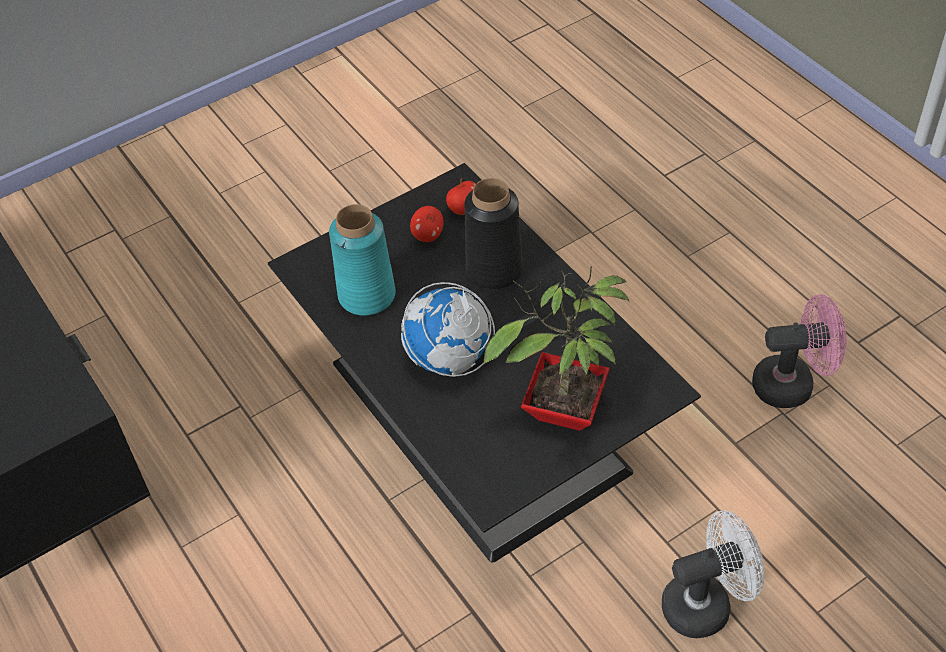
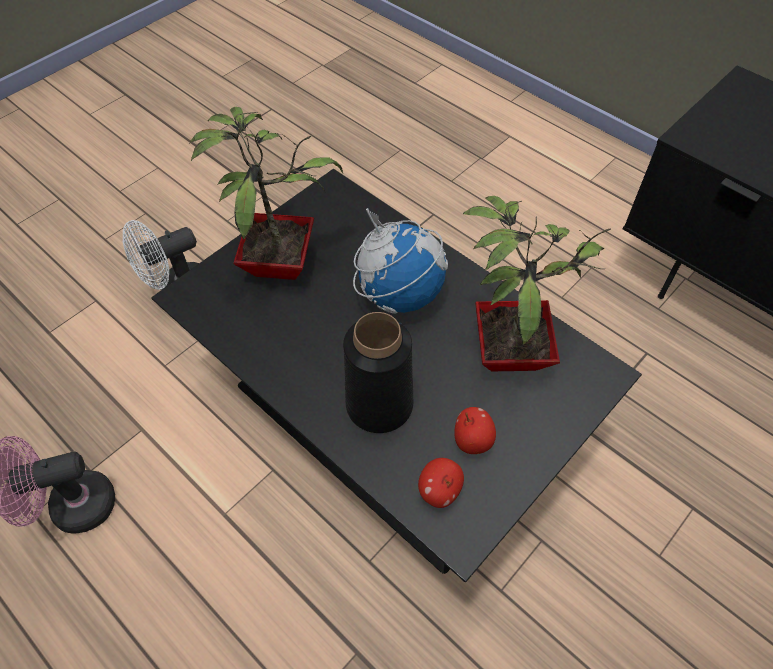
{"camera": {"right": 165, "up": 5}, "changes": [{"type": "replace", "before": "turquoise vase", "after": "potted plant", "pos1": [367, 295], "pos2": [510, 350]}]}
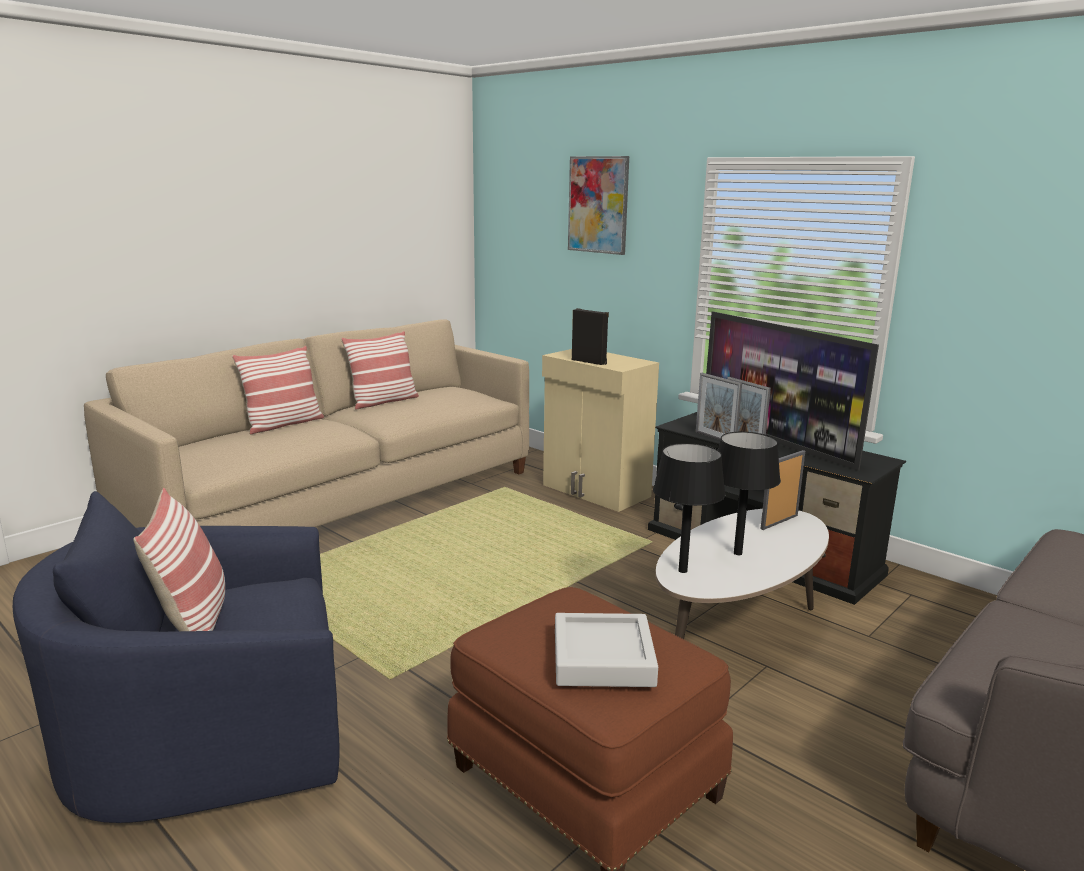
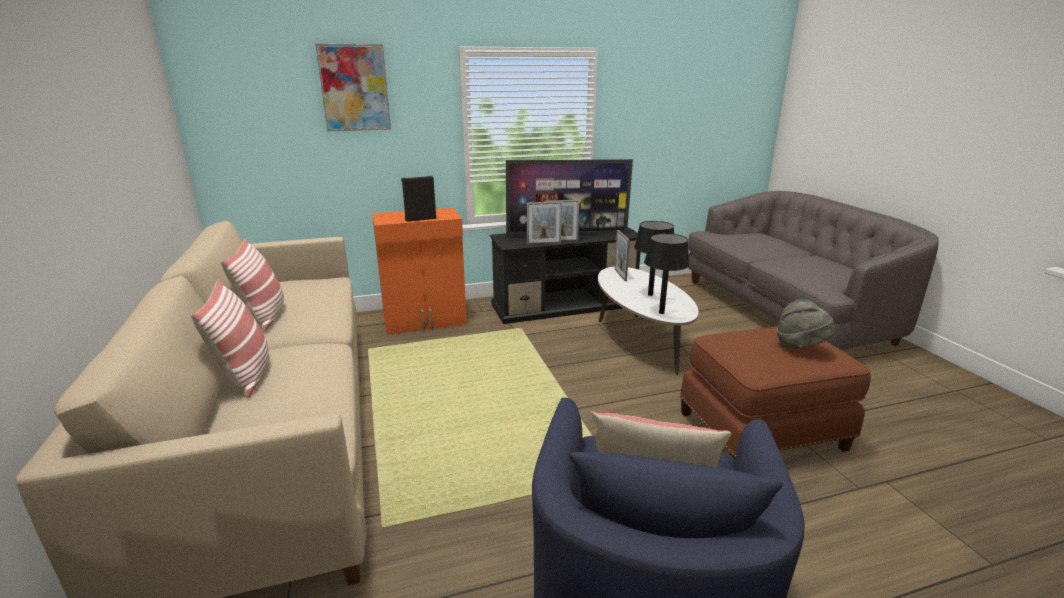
{"camera": {"right": -60, "up": 5}, "changes": [{"type": "recolor", "before": "beige cabinet", "after": "orange cabinet", "pos1": [595, 491], "pos2": [425, 321]}, {"type": "replace", "before": "grey tray", "after": "grey hat", "pos1": [603, 658], "pos2": [800, 347]}]}
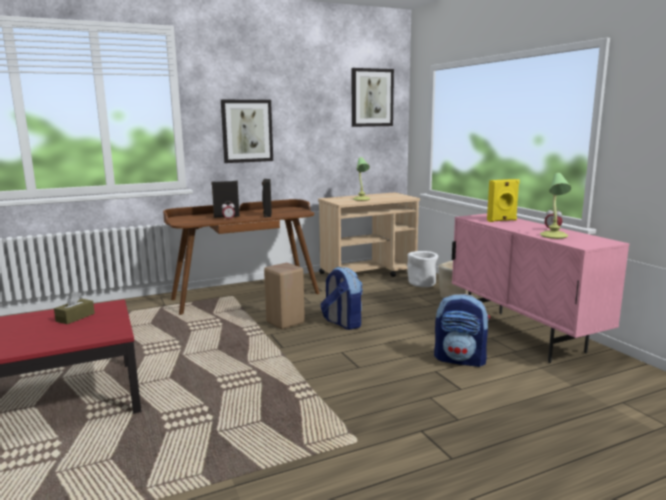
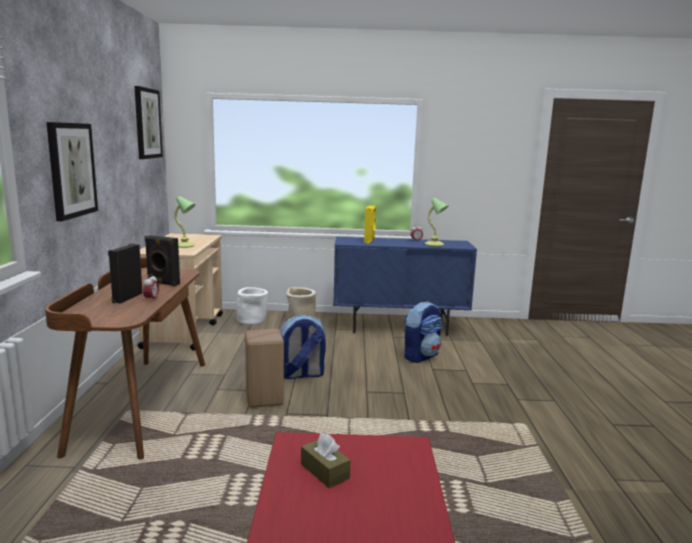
{"camera": {"right": -65, "up": 0}, "changes": [{"type": "recolor", "before": "pink cabinet", "after": "blue cabinet", "pos1": [522, 335], "pos2": [399, 328]}]}
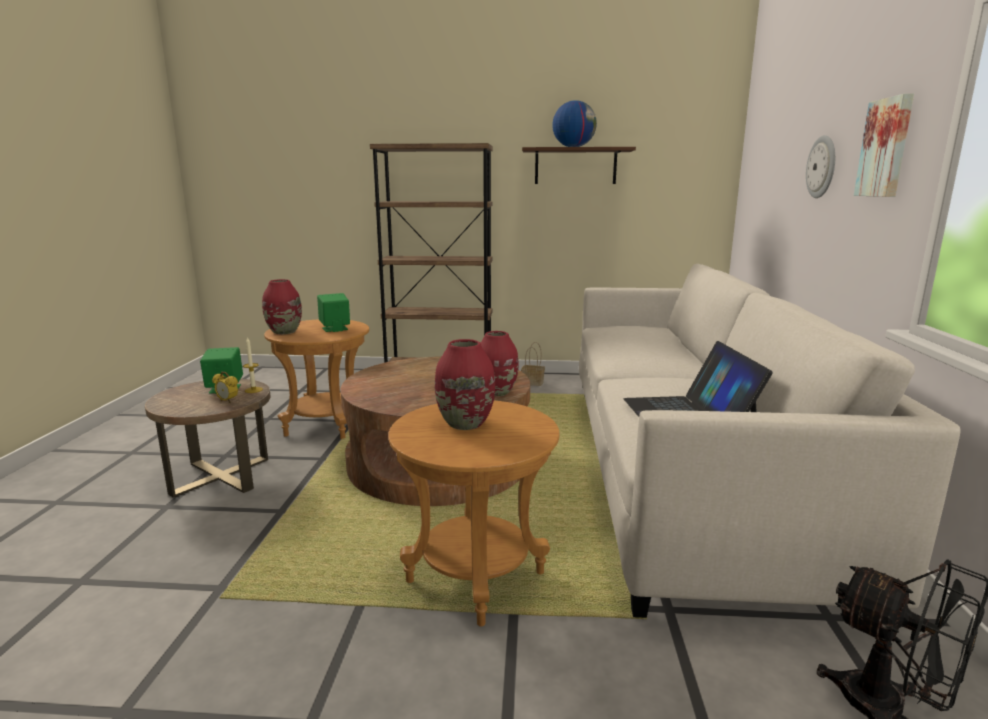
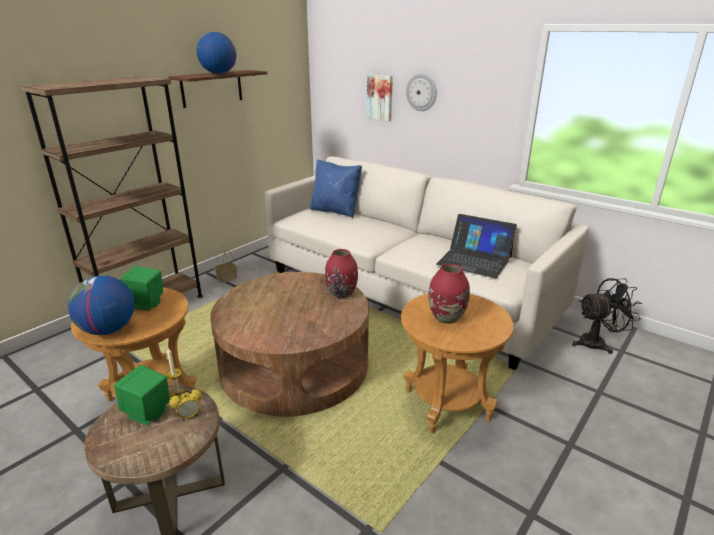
{"camera": {"right": -55, "up": 10}, "changes": [{"type": "move", "before": "picture", "pos1": [886, 148], "pos2": [380, 97]}, {"type": "replace", "before": "red vase", "after": "globe", "pos1": [284, 332], "pos2": [108, 330]}, {"type": "insert", "after": "blue pillow", "pos2": [335, 211]}]}
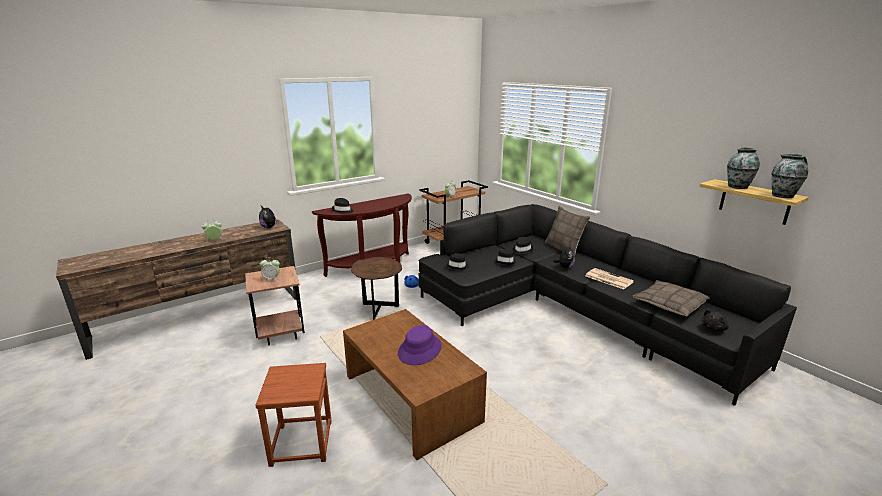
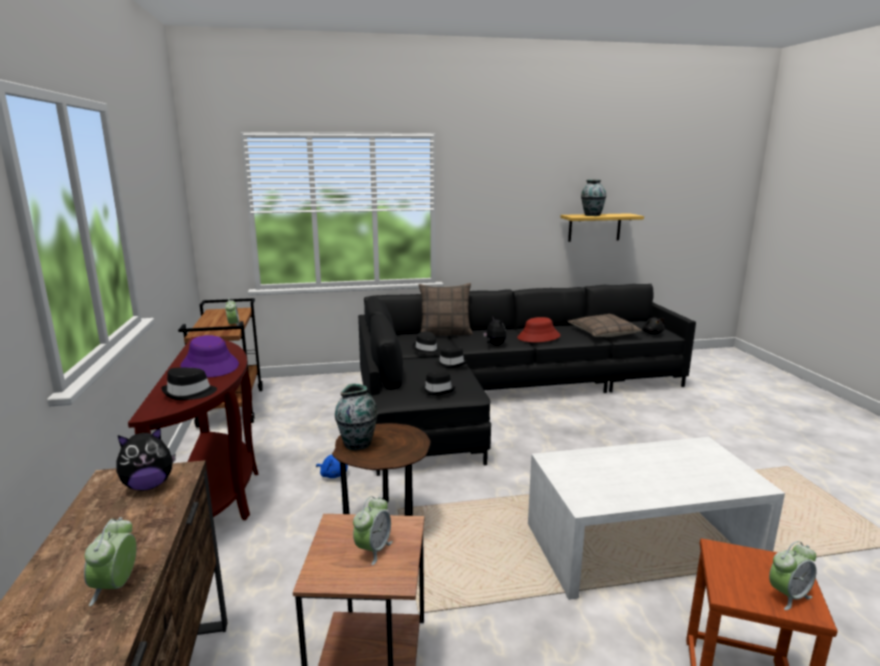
{"camera": {"right": -65, "up": -5}, "changes": [{"type": "move", "before": "vase", "pos1": [783, 196], "pos2": [358, 443]}, {"type": "replace", "before": "newspaper", "after": "red hat", "pos1": [608, 279], "pos2": [538, 337]}, {"type": "recolor", "before": "brown coffee table", "after": "white coffee table", "pos1": [411, 397], "pos2": [640, 545]}, {"type": "move", "before": "purple hat", "pos1": [420, 350], "pos2": [210, 366]}, {"type": "insert", "after": "alarm clock", "pos2": [788, 595]}]}
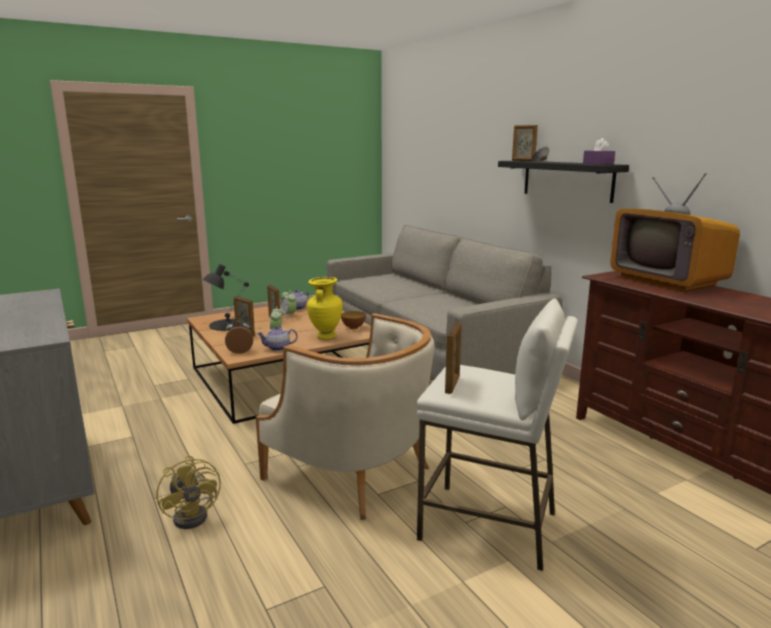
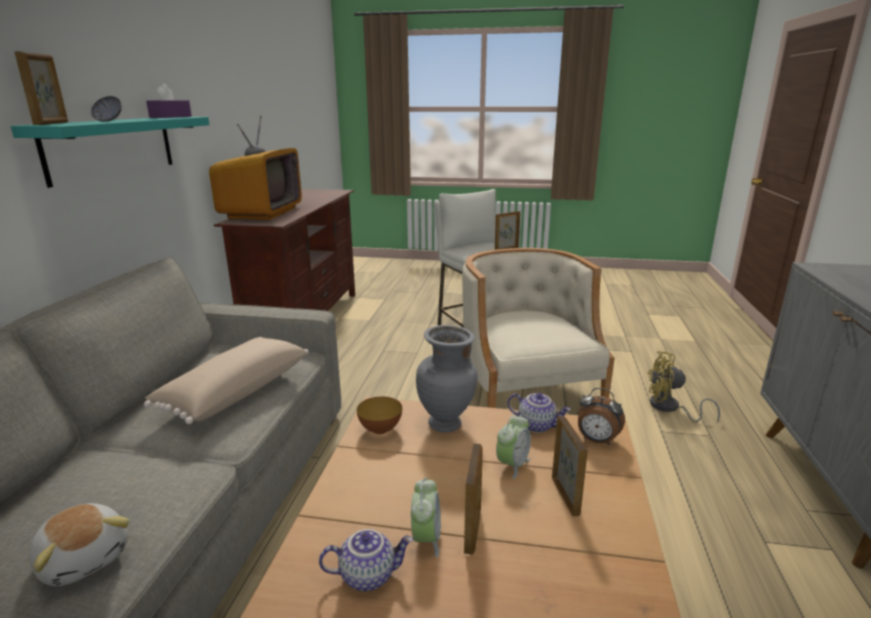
{"camera": {"right": -140, "up": 5}, "changes": [{"type": "recolor", "before": "black shelf", "after": "turquoise shelf", "pos1": [567, 180], "pos2": [112, 147]}, {"type": "delete", "before": "black table lamp", "pos1": [227, 325]}, {"type": "recolor", "before": "yellow vase", "after": "grey vase", "pos1": [325, 337], "pos2": [446, 425]}, {"type": "rotate", "before": "yellow fan", "pos1": [195, 514], "pos2": [669, 408], "turn": -90}, {"type": "insert", "after": "beige pillow", "pos2": [234, 391]}, {"type": "insert", "after": "plush toy", "pos2": [85, 558]}]}
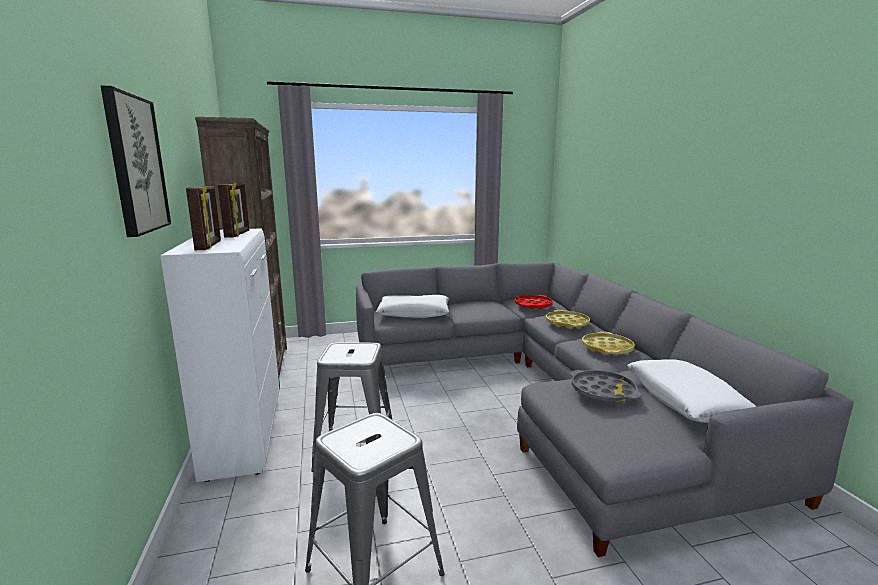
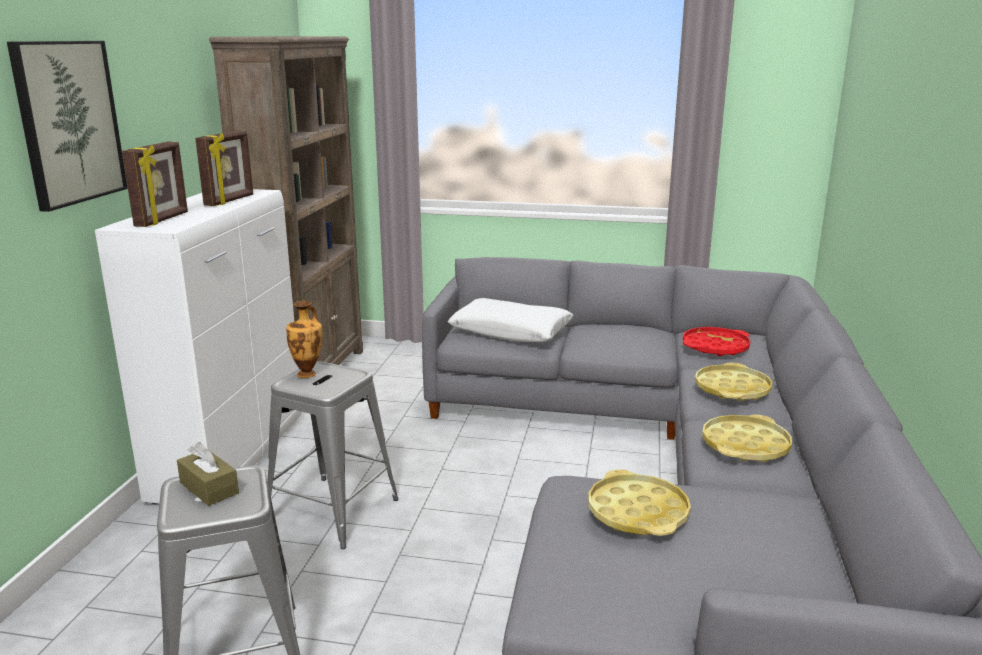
{"camera": {"right": 25, "up": 5}, "changes": [{"type": "delete", "before": "white pillow", "pos1": [685, 401]}, {"type": "recolor", "before": "grey tray", "after": "yellow tray", "pos1": [603, 391], "pos2": [638, 512]}, {"type": "insert", "after": "vase", "pos2": [308, 374]}, {"type": "insert", "after": "brown tissue box", "pos2": [209, 488]}]}
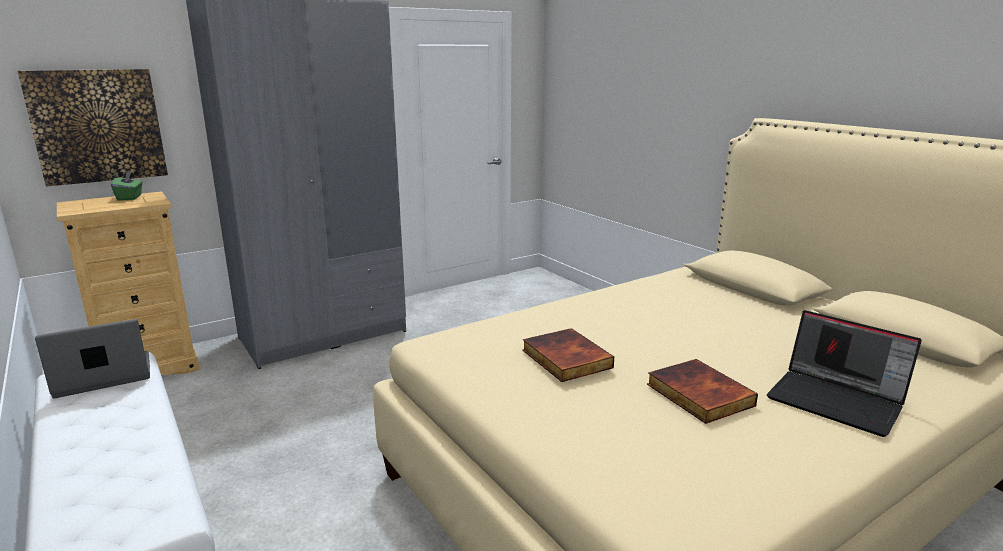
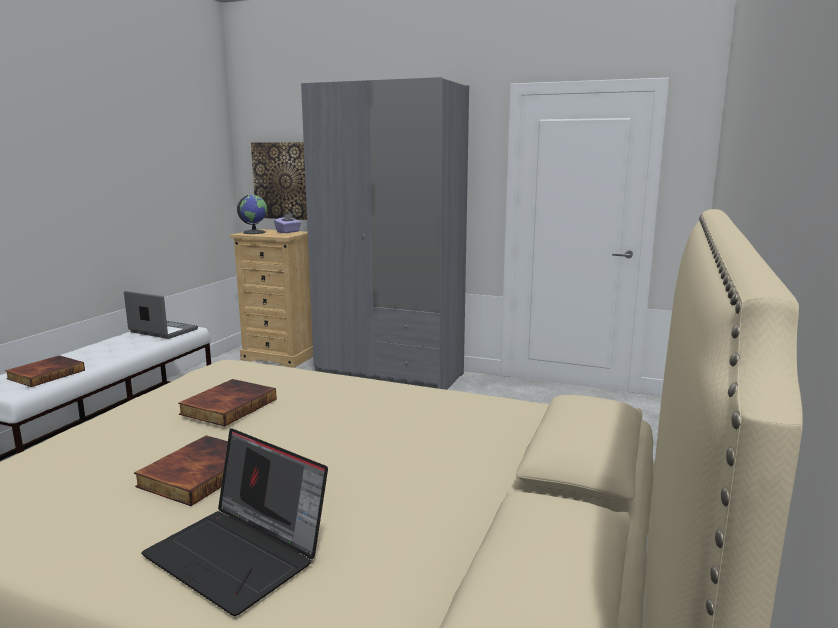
{"camera": {"right": 55, "up": -5}, "changes": [{"type": "recolor", "before": "green tissue box", "after": "purple tissue box", "pos1": [130, 197], "pos2": [288, 232]}, {"type": "rotate", "before": "laptop", "pos1": [837, 400], "pos2": [240, 555], "turn": -60}, {"type": "insert", "after": "globe", "pos2": [254, 232]}, {"type": "insert", "after": "book", "pos2": [46, 374]}]}
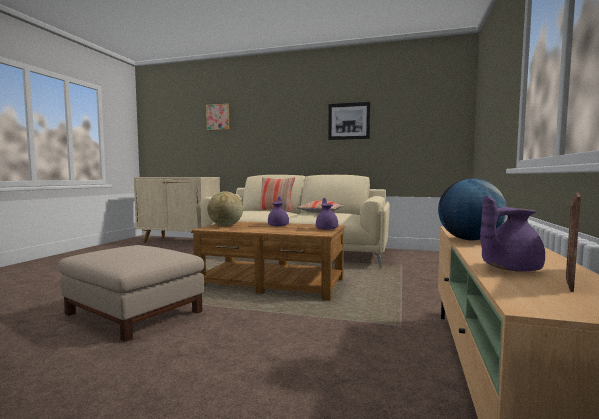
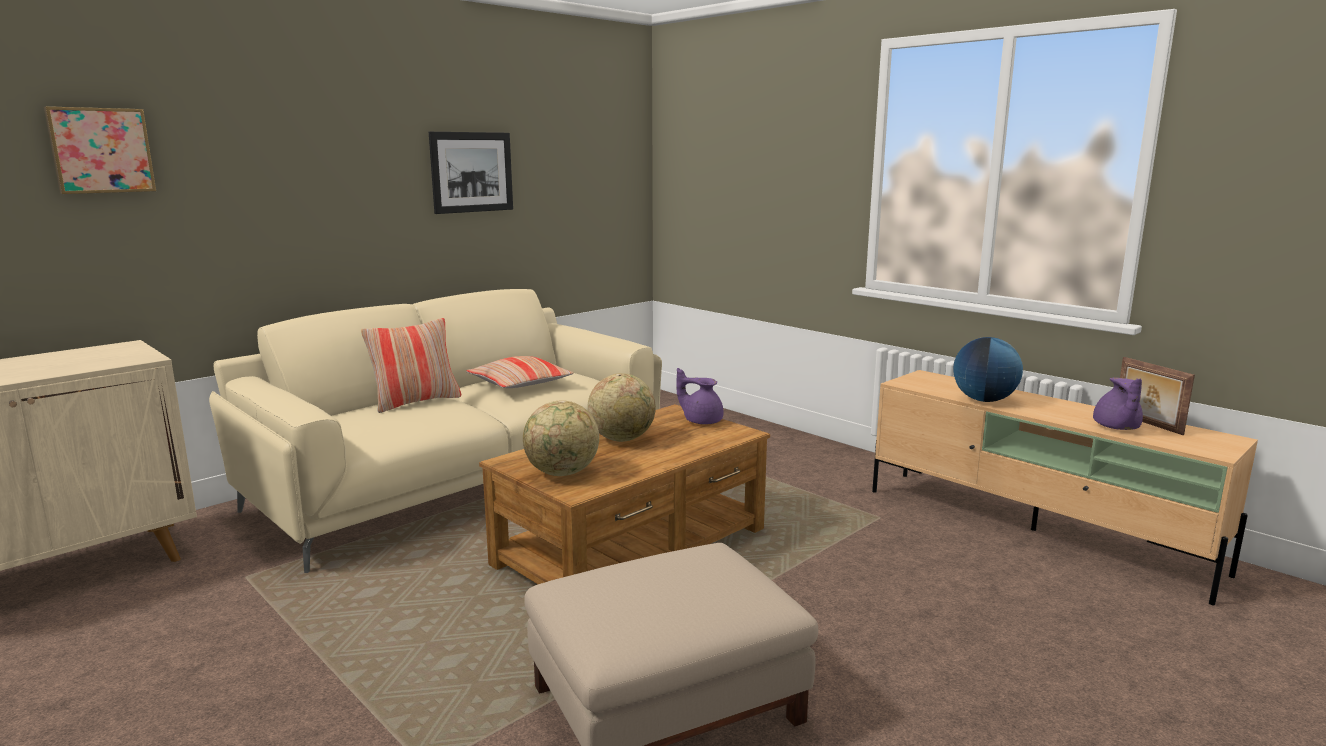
{"camera": {"right": -60, "up": 10}, "changes": [{"type": "replace", "before": "purple teapot", "after": "globe", "pos1": [278, 225], "pos2": [622, 439]}]}
